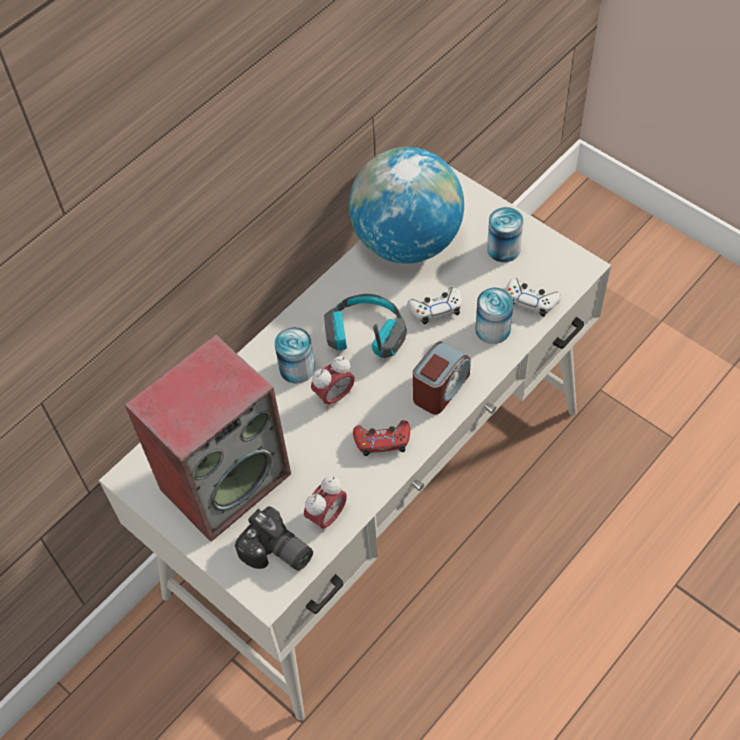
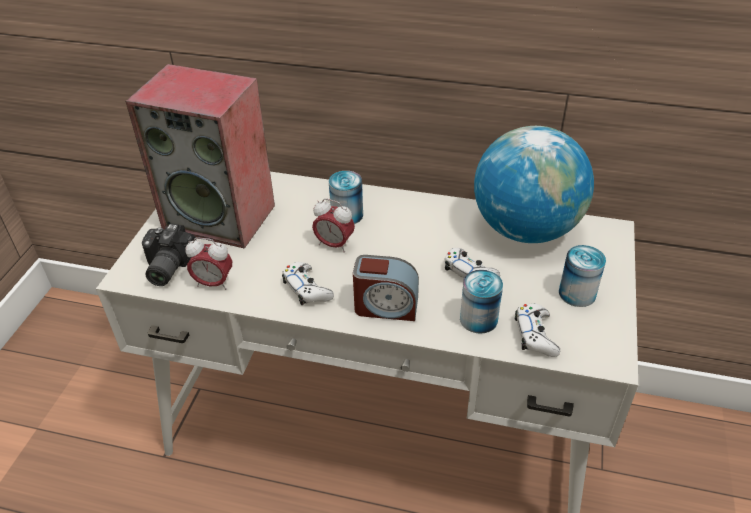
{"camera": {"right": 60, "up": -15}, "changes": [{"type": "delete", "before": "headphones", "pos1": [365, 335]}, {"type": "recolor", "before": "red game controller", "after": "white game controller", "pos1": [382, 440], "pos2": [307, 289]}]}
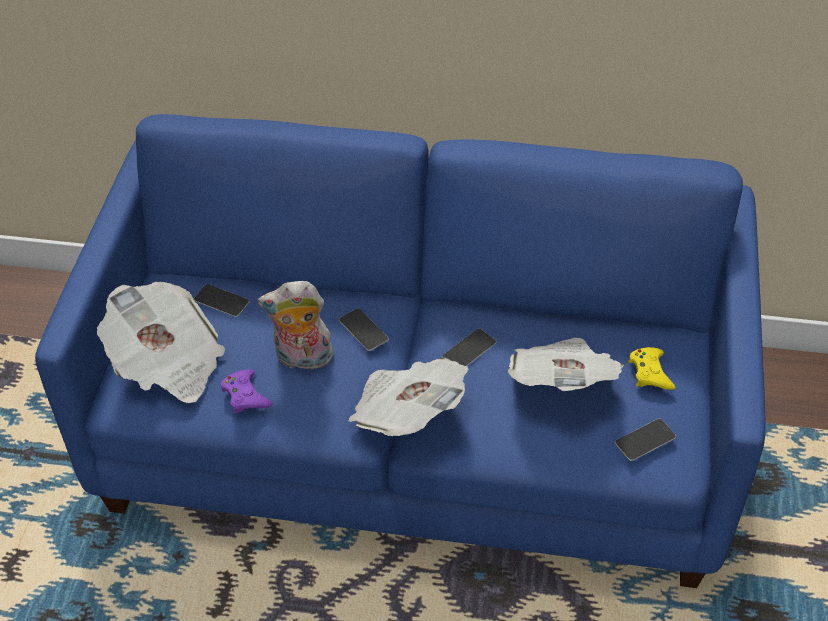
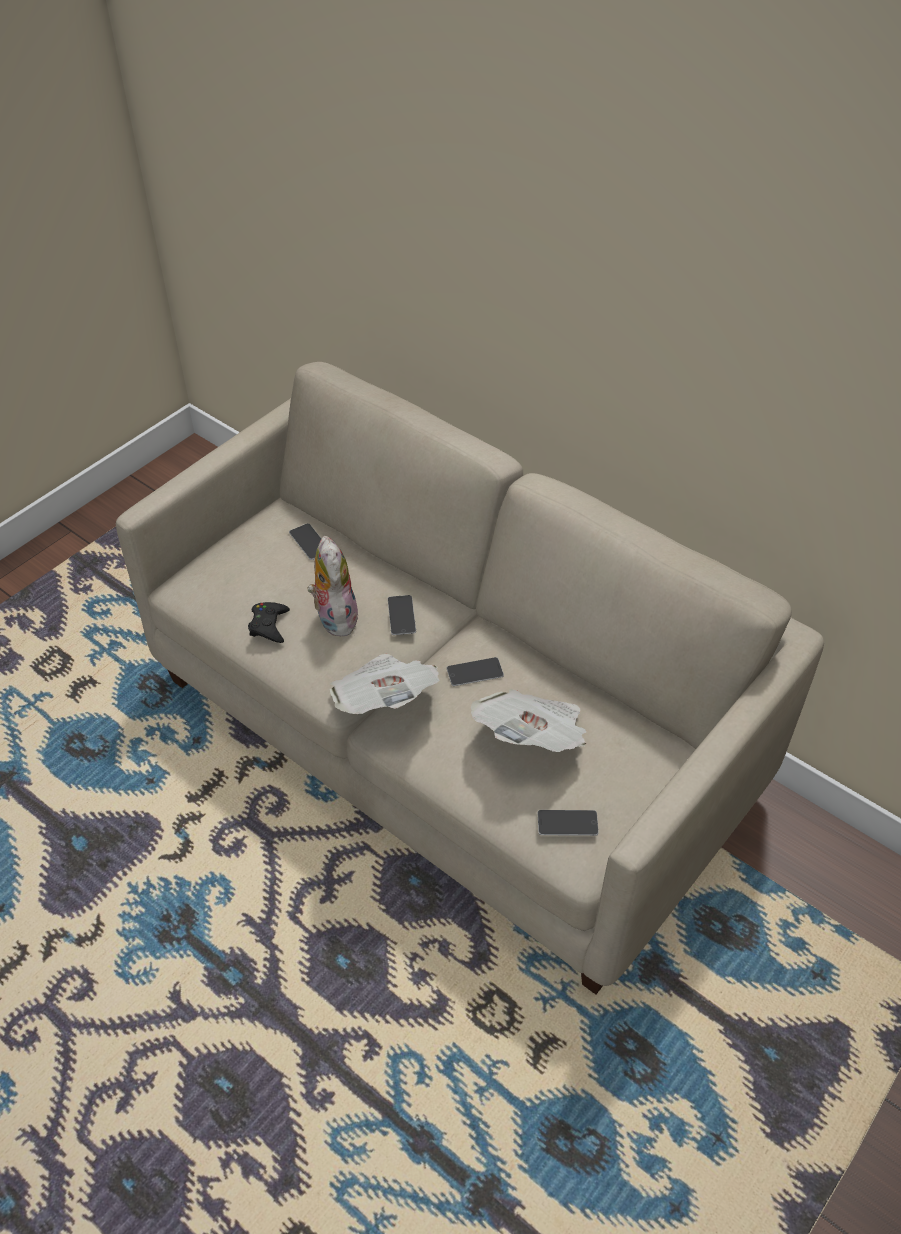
{"camera": {"right": 30, "up": 0}, "changes": [{"type": "recolor", "before": "blue sofa", "after": "beige sofa", "pos1": [418, 431], "pos2": [452, 734]}, {"type": "rotate", "before": "plush toy", "pos1": [302, 359], "pos2": [334, 617], "turn": 45}, {"type": "delete", "before": "newspaper", "pos1": [167, 362]}, {"type": "delete", "before": "yellow game controller", "pos1": [650, 372]}, {"type": "recolor", "before": "purple game controller", "after": "black game controller", "pos1": [245, 395], "pos2": [269, 625]}]}
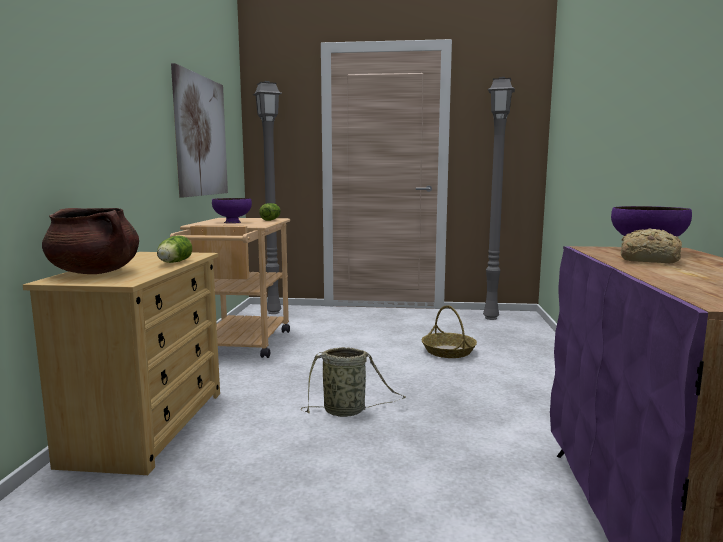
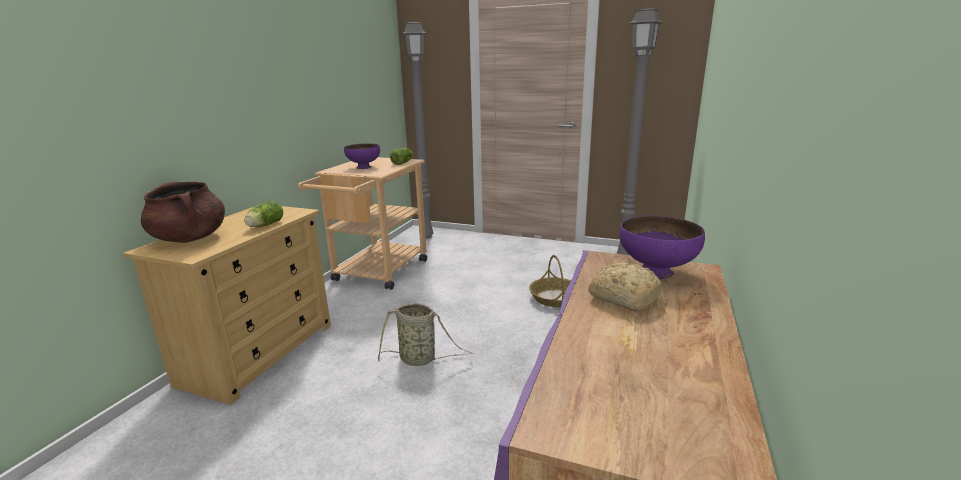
{"camera": {"right": 15, "up": 10}, "changes": [{"type": "delete", "before": "picture", "pos1": [201, 136]}]}
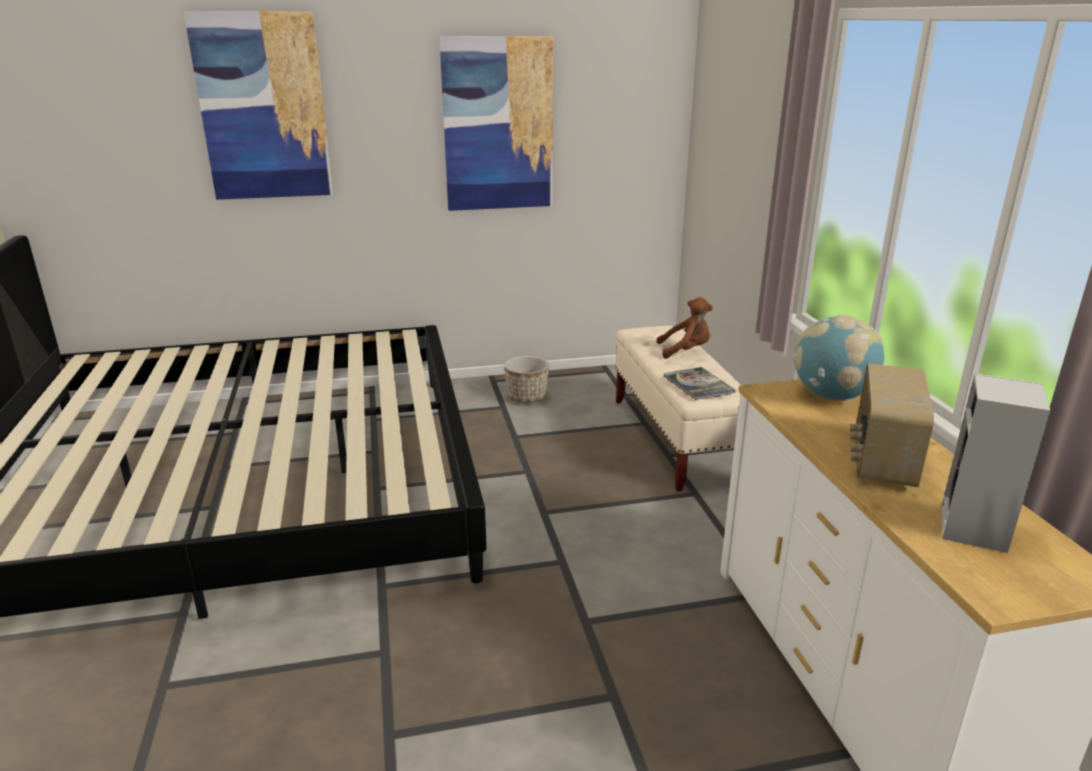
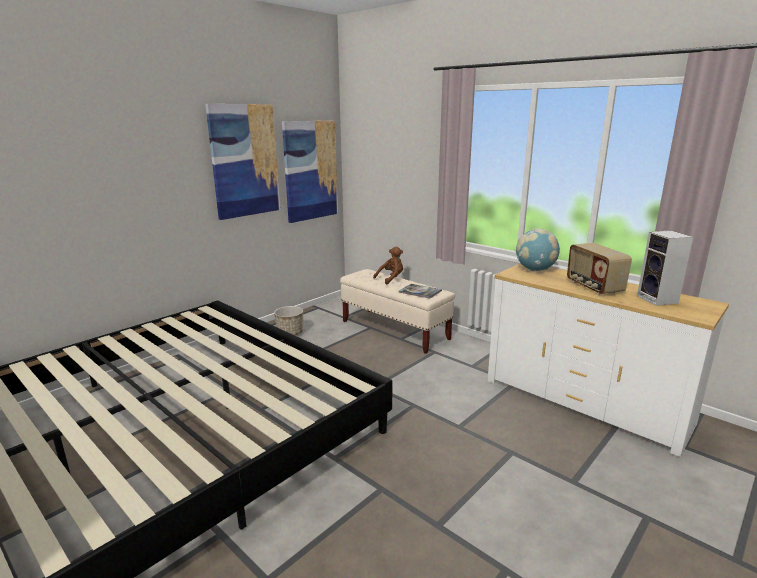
{"camera": {"right": -35, "up": -5}, "changes": [{"type": "move", "before": "picture", "pos1": [263, 107], "pos2": [310, 170]}]}
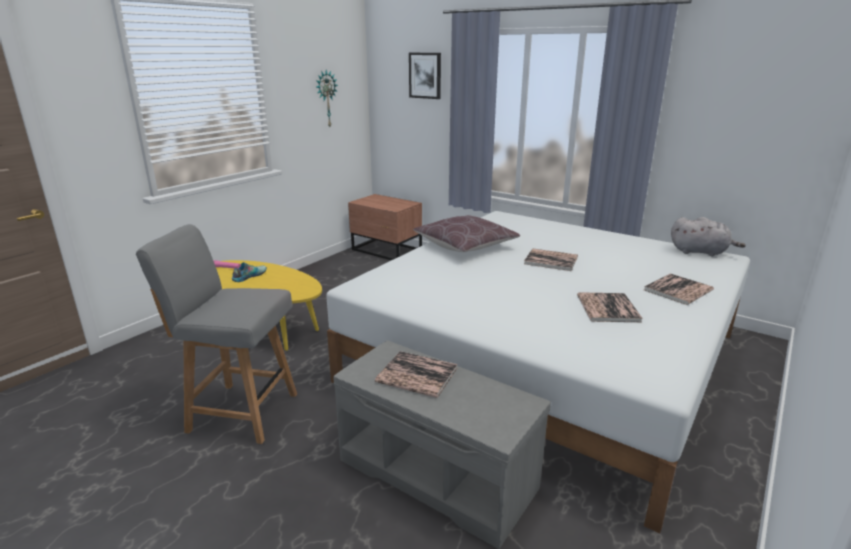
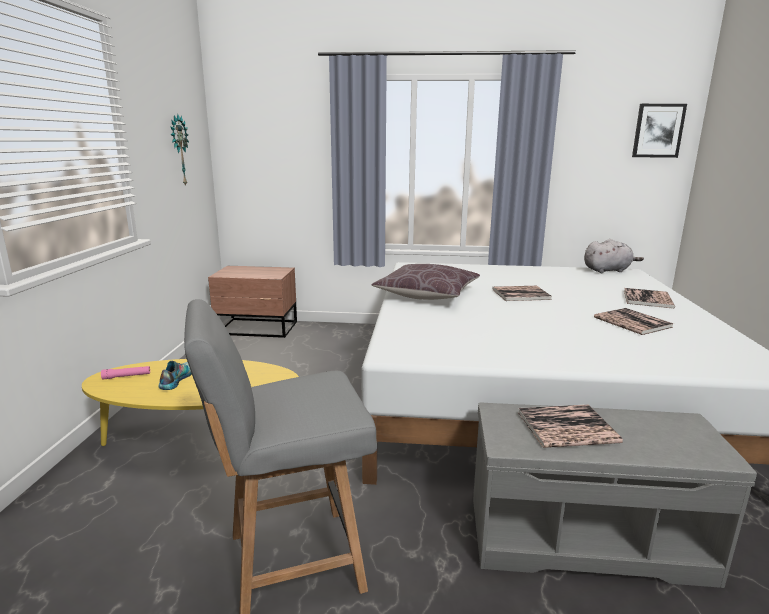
{"camera": {"right": -30, "up": -5}, "changes": [{"type": "move", "before": "picture", "pos1": [425, 75], "pos2": [658, 131]}]}
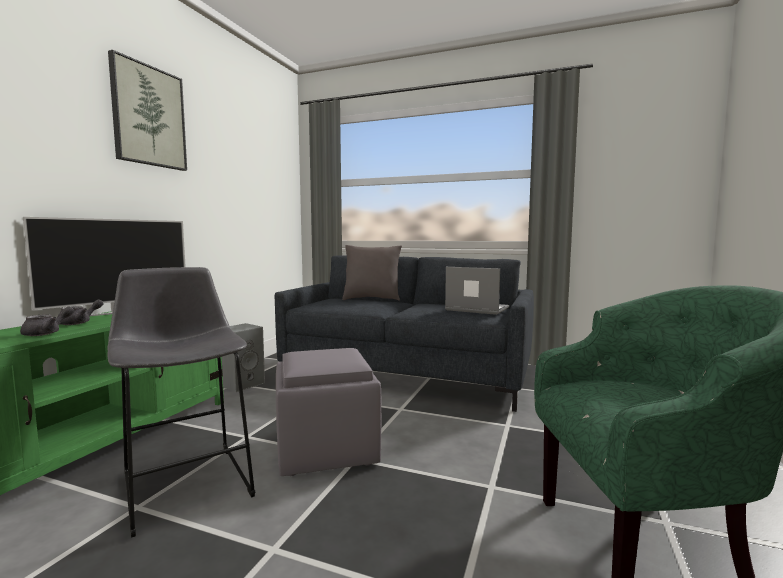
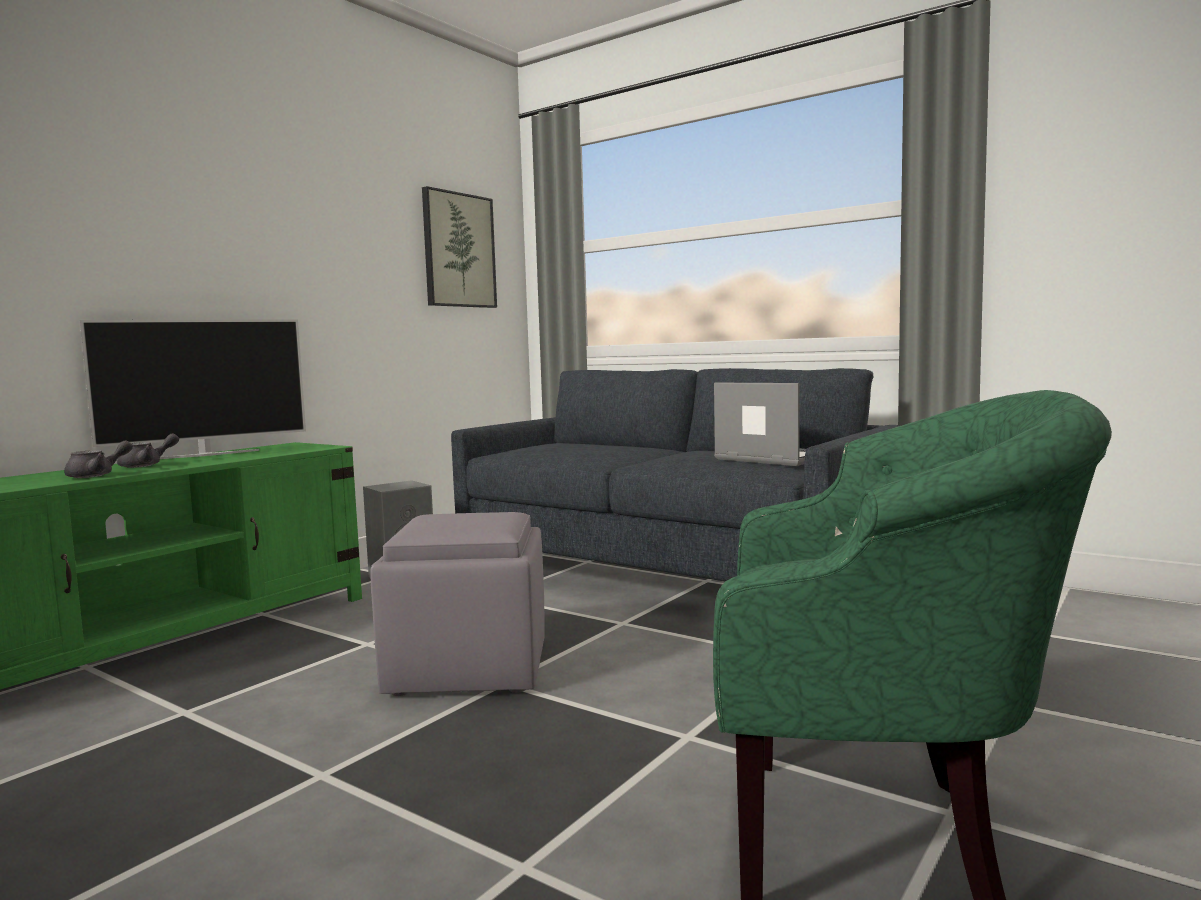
{"camera": {"right": 15, "up": 0}, "changes": [{"type": "move", "before": "picture", "pos1": [148, 116], "pos2": [458, 250]}, {"type": "delete", "before": "grey pillow", "pos1": [371, 299]}, {"type": "delete", "before": "grey stool", "pos1": [187, 481]}]}
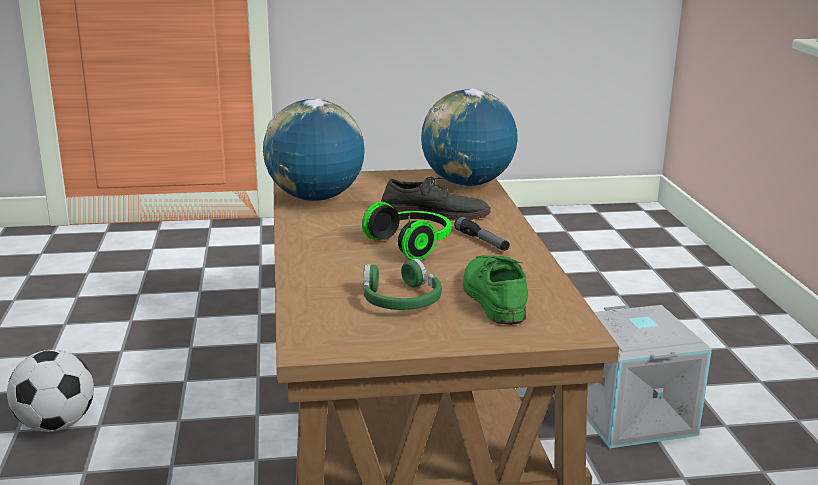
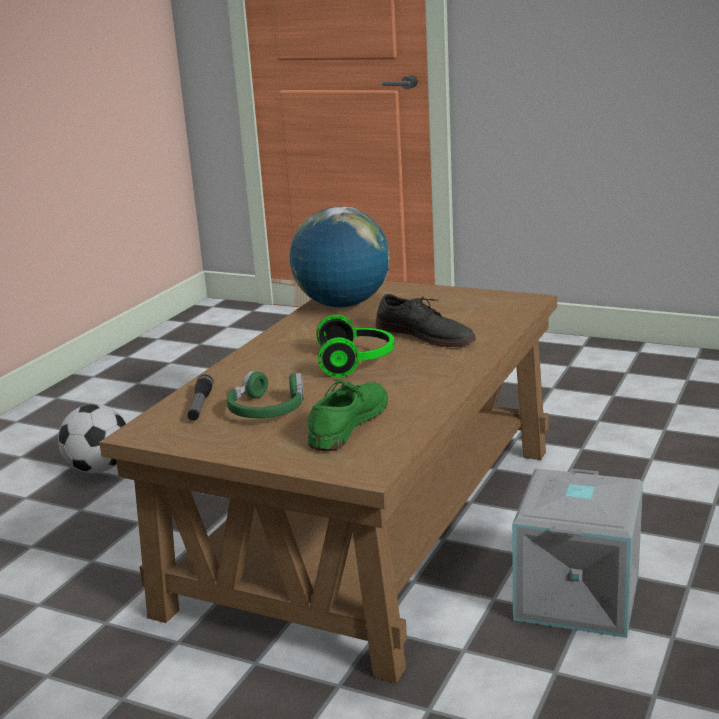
{"camera": {"right": 35, "up": 0}, "changes": [{"type": "delete", "before": "globe", "pos1": [467, 184]}, {"type": "move", "before": "flashlight", "pos1": [482, 241], "pos2": [200, 406]}]}
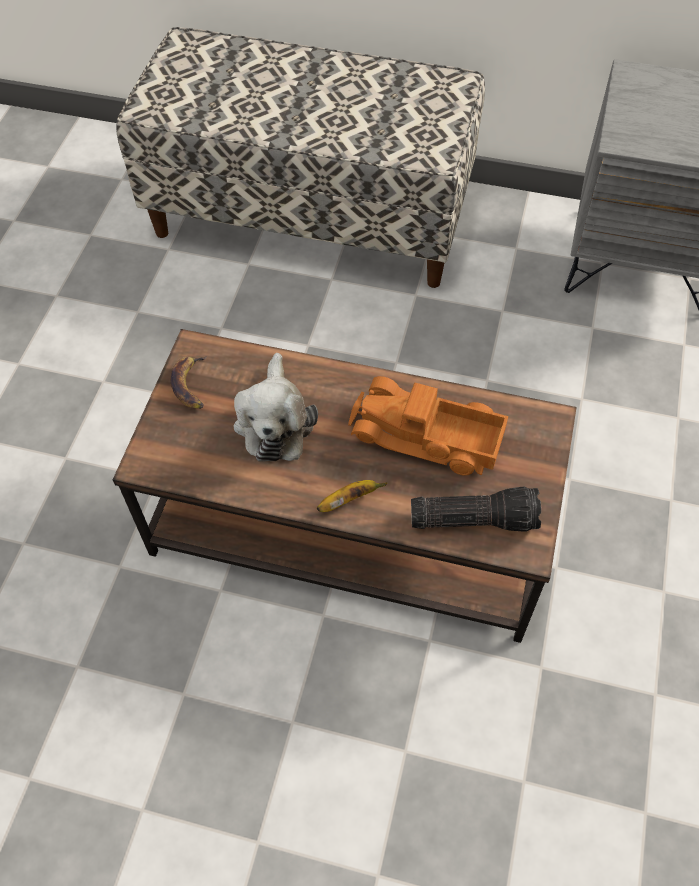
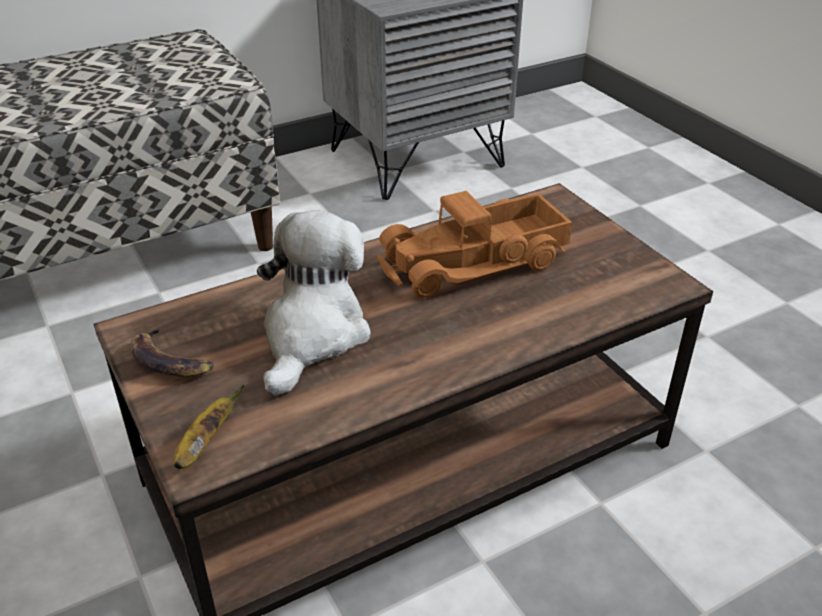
{"camera": {"right": -45, "up": -20}, "changes": [{"type": "rotate", "before": "plush toy", "pos1": [275, 422], "pos2": [312, 335], "turn": -120}, {"type": "move", "before": "banana", "pos1": [348, 500], "pos2": [205, 443]}, {"type": "delete", "before": "flashlight", "pos1": [474, 517]}]}
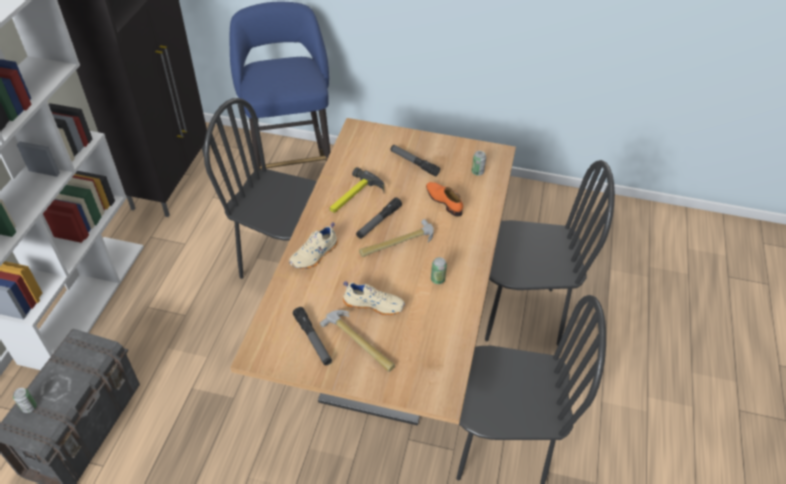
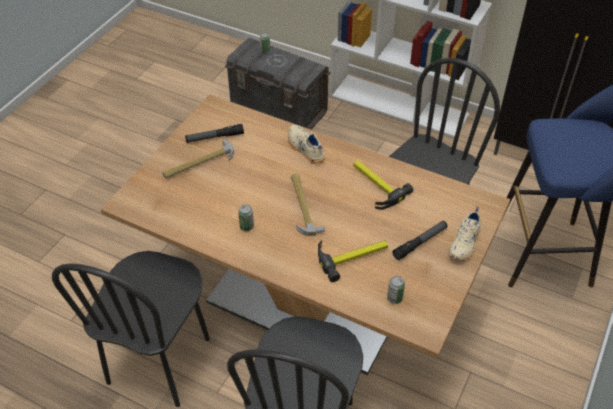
{"camera": {"right": 105, "up": 0}, "changes": [{"type": "replace", "before": "orange shoe", "after": "hammer", "pos1": [444, 201], "pos2": [352, 255]}, {"type": "delete", "before": "flashlight", "pos1": [378, 222]}, {"type": "move", "before": "beige shoe", "pos1": [374, 304], "pos2": [465, 243]}]}
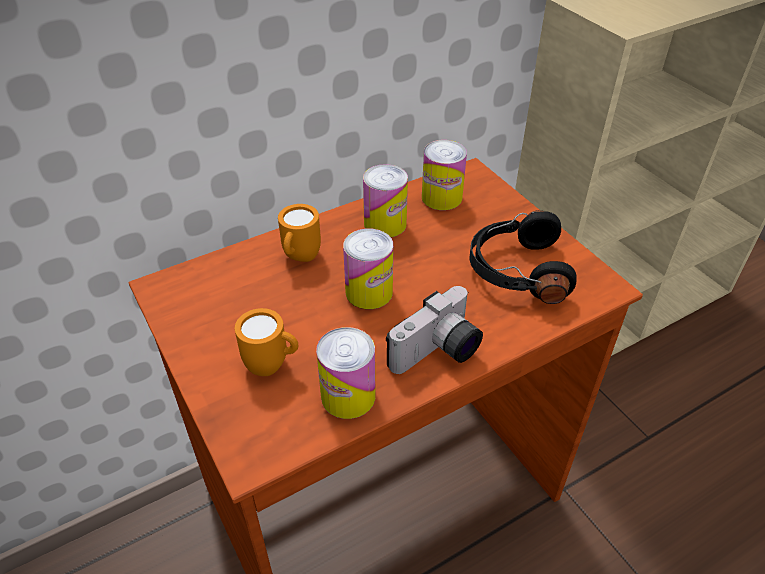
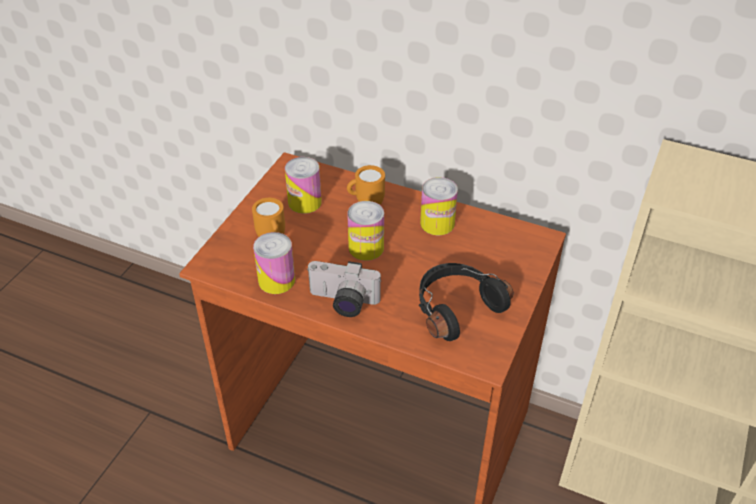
{"camera": {"right": 55, "up": 0}, "changes": [{"type": "move", "before": "can", "pos1": [441, 197], "pos2": [304, 202]}]}
